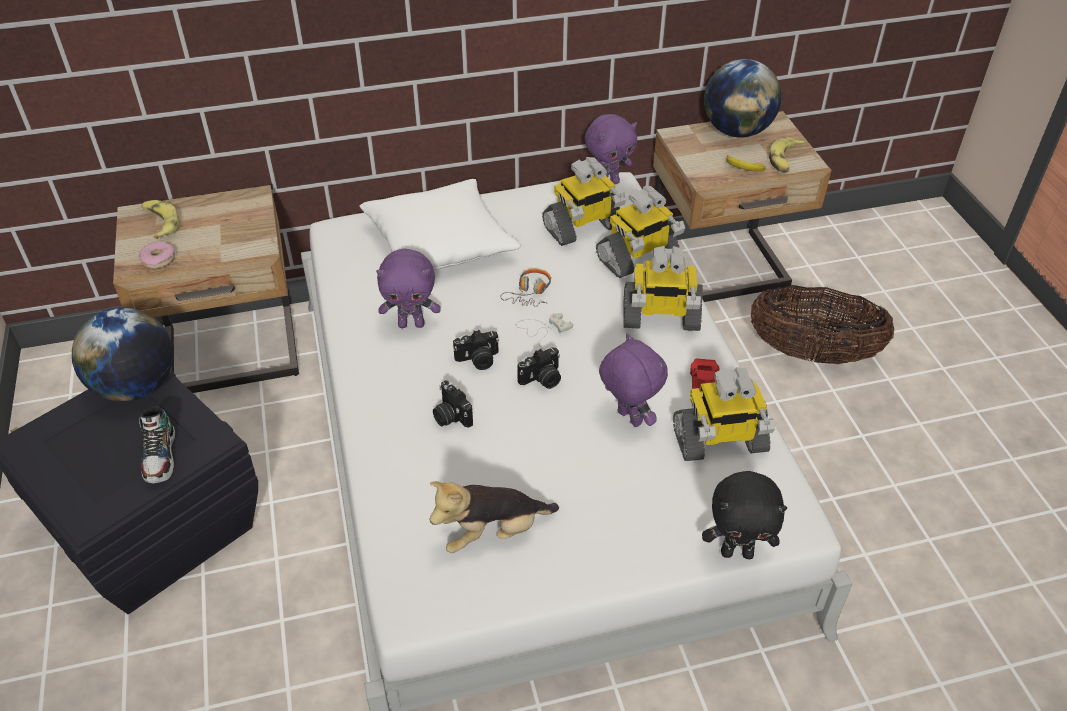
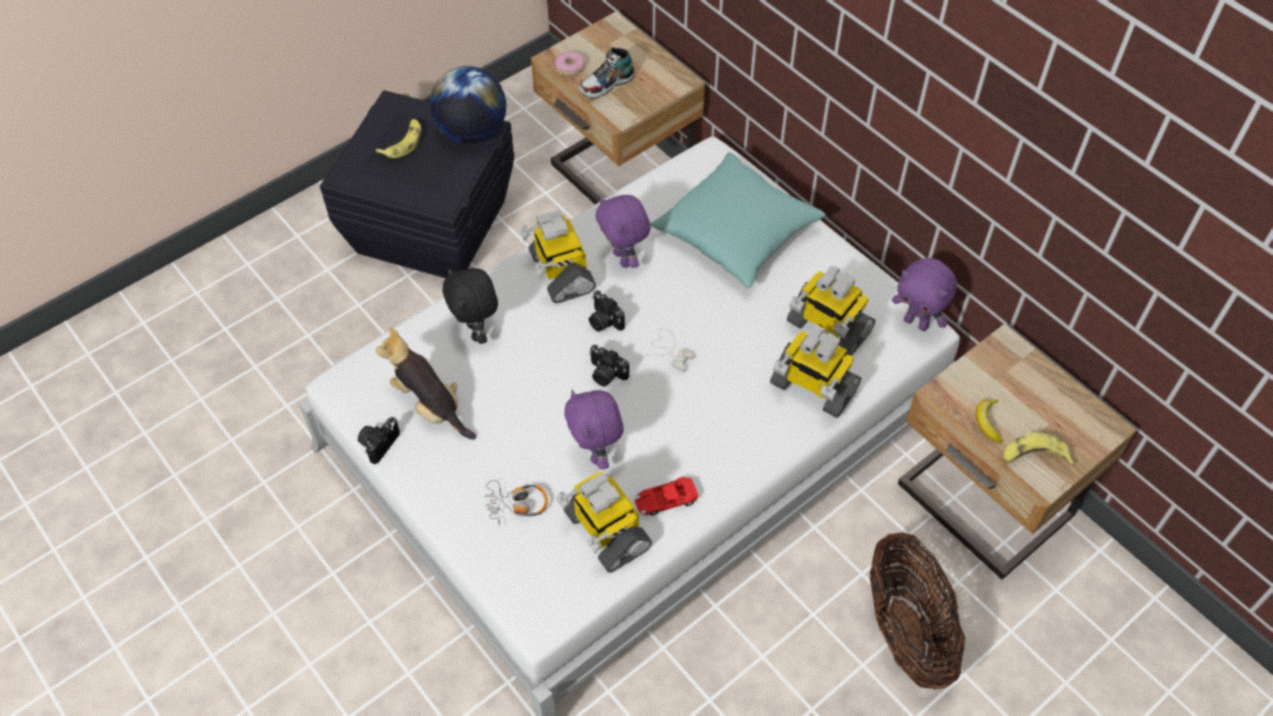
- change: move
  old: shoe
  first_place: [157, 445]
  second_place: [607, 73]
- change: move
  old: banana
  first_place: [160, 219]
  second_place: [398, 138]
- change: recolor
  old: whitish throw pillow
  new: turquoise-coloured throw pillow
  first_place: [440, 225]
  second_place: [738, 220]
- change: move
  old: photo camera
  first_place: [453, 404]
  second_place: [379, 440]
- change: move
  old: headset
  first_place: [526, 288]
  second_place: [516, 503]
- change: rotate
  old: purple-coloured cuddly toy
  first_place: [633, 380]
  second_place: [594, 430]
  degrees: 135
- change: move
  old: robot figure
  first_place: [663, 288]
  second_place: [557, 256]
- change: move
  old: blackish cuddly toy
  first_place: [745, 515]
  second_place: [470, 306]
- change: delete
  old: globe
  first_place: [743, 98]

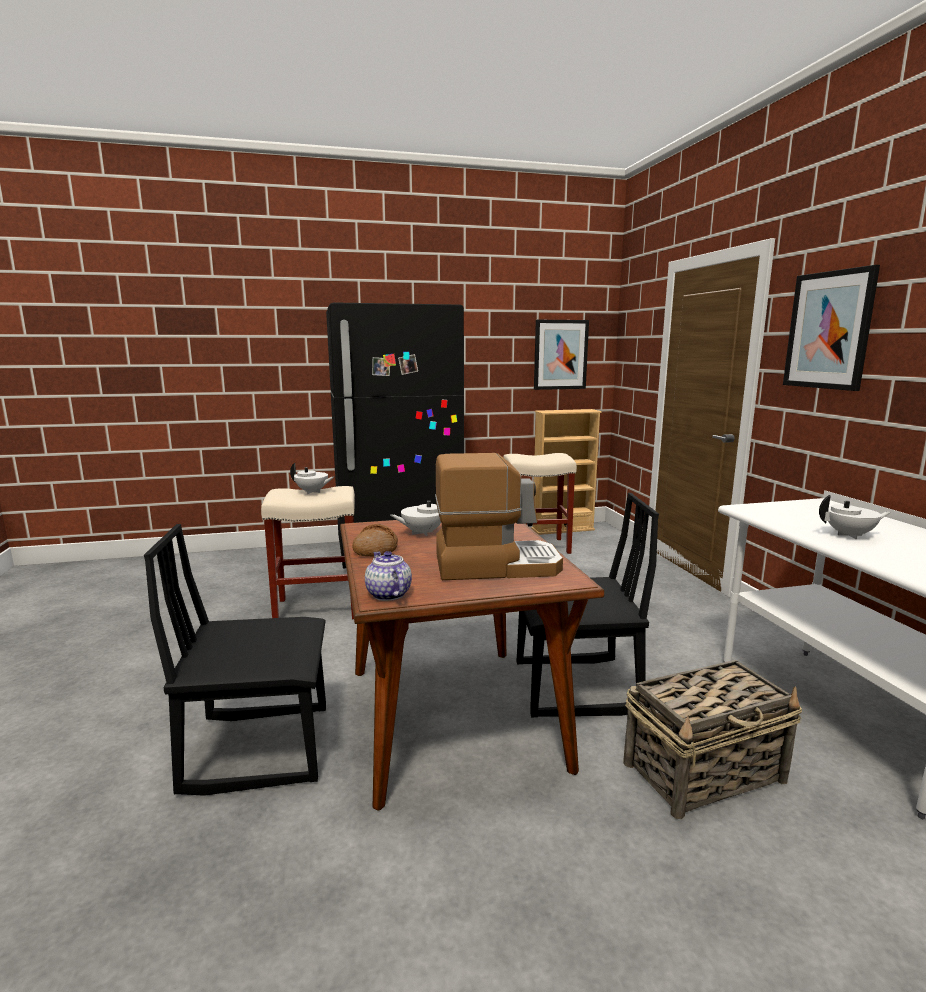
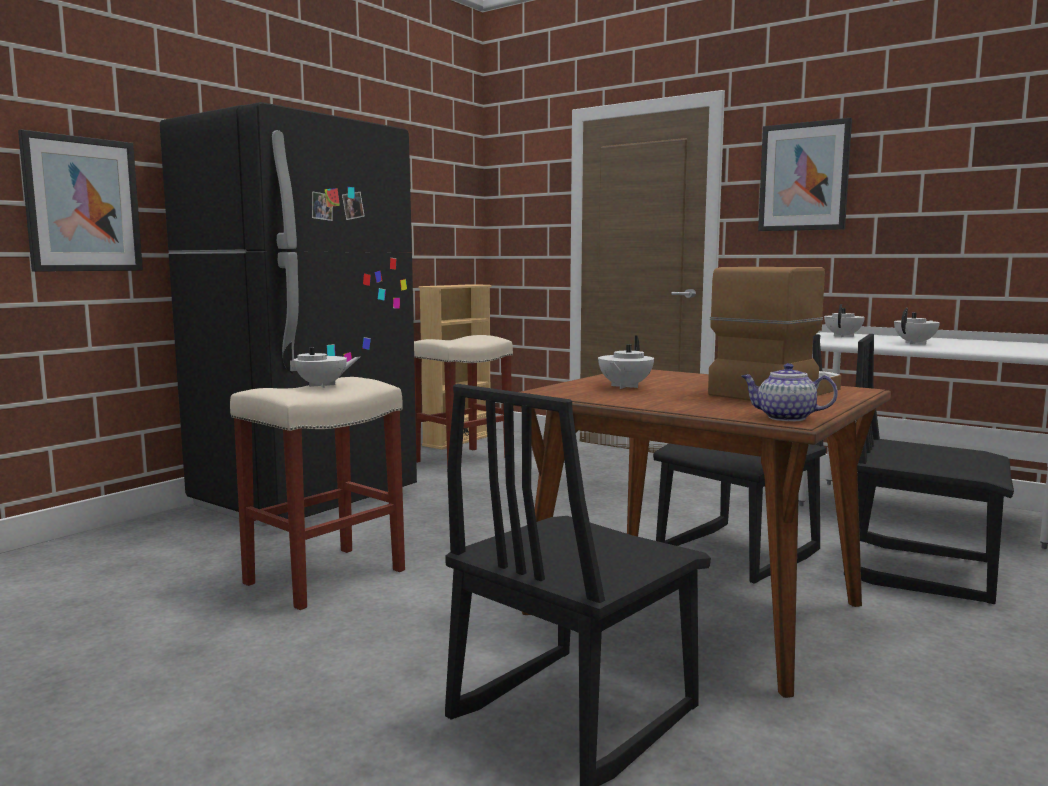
- change: delete
  old: bread
  first_place: [375, 540]
- change: move
  old: wall art
  first_place: [561, 355]
  second_place: [80, 200]
- change: replace
  old: household basket
  new: blackish plain chair
  first_place: [712, 739]
  second_place: [929, 469]
- change: insert
  new: whitish tea pot
  second_place: [844, 320]

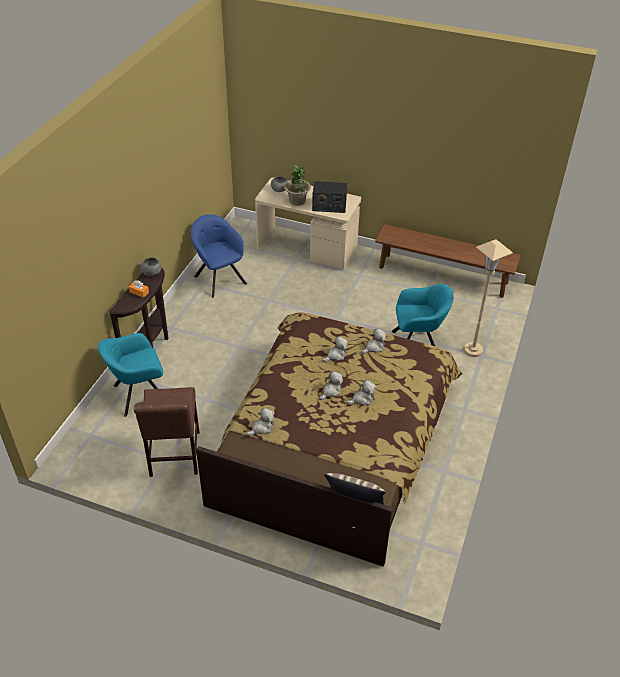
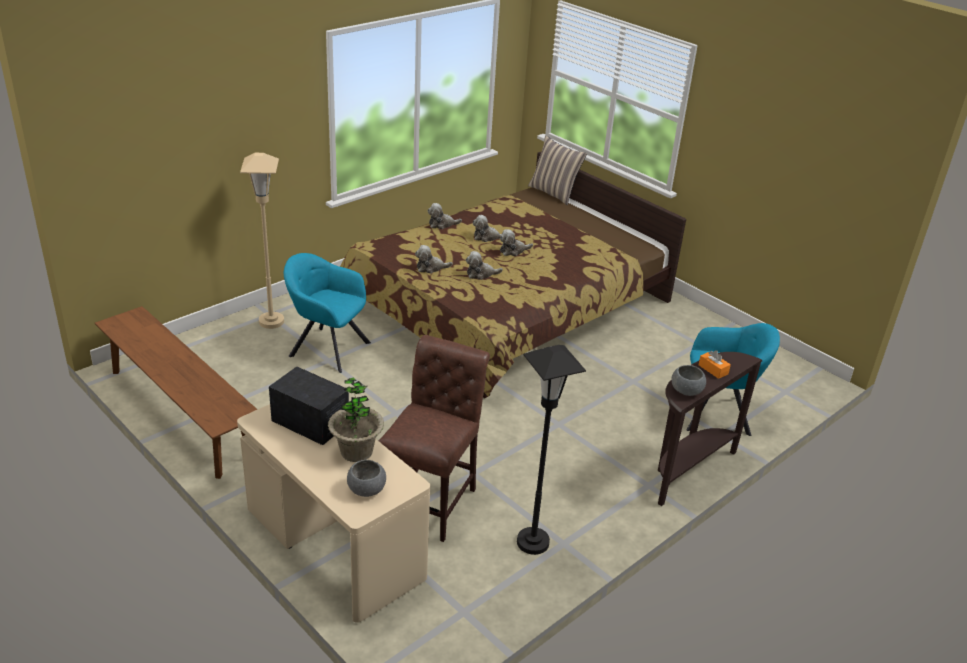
- change: move
  old: brown plain chair
  first_place: [166, 432]
  second_place: [434, 438]
- change: replace
  old: blue-coloured lounge chair
  new: blackish standard lamp
  first_place: [218, 256]
  second_place: [551, 450]
- change: move
  old: cuddly toy
  first_place: [260, 421]
  second_place: [445, 216]

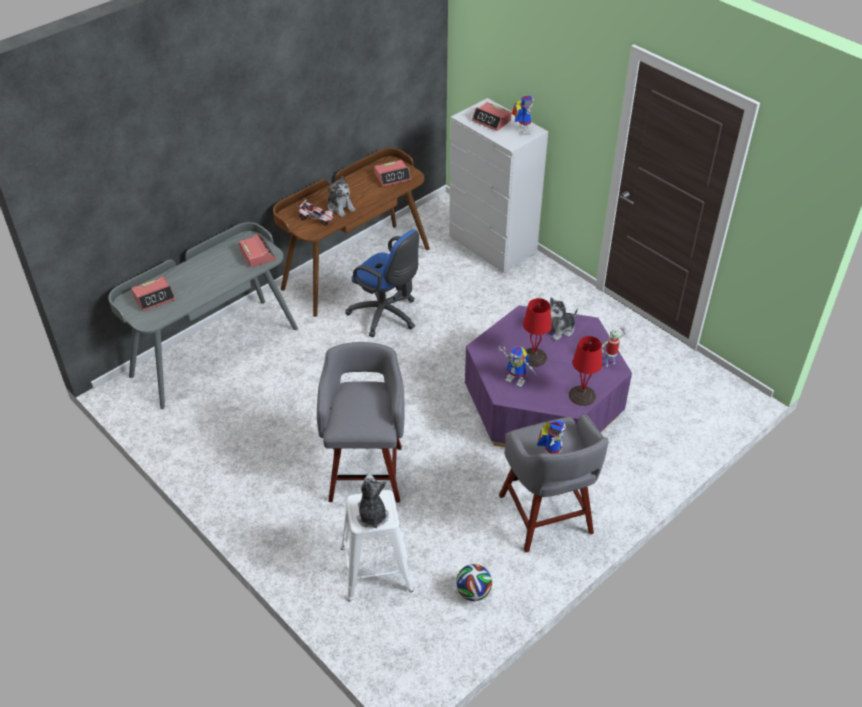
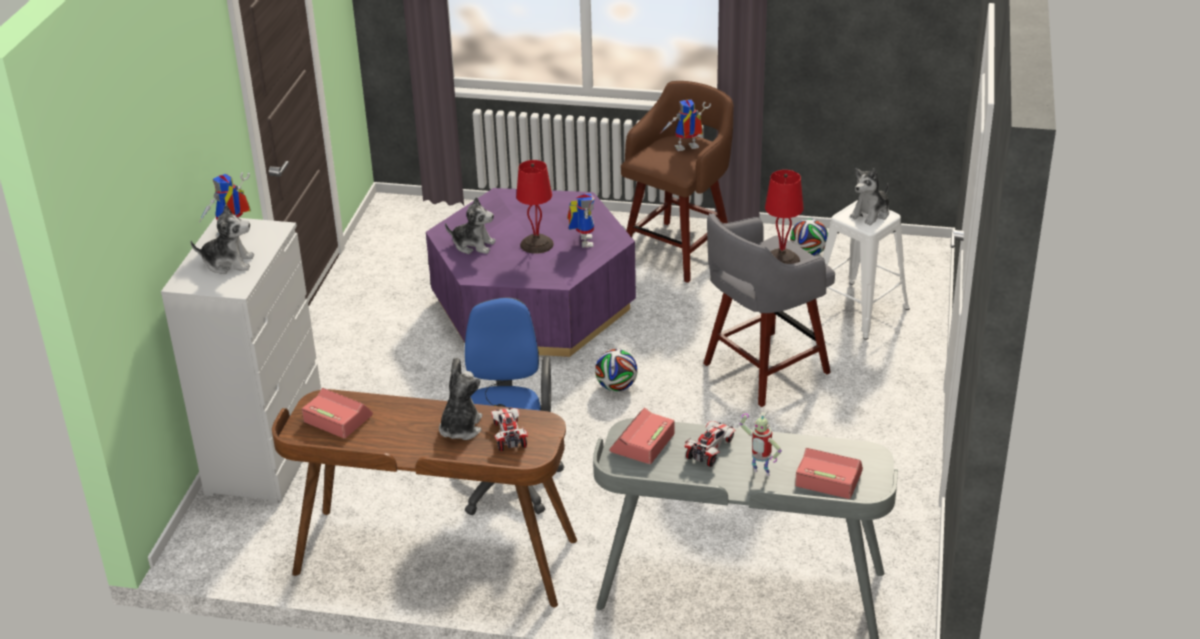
- change: replace
  old: bedside clock
  new: cuddly toy
  first_place: [492, 116]
  second_place: [222, 239]
- change: recolor
  old: gray sitting stool
  new: brown sitting stool
  first_place: [553, 483]
  second_place: [677, 182]
- change: move
  old: red-coloured table lamp
  first_place: [585, 371]
  second_place: [784, 217]
- change: move
  old: robot figure
  first_place: [614, 346]
  second_place: [761, 444]
- change: insert
  new: football ball
  second_place: [616, 370]
- change: insert
  new: toy car
  second_place: [710, 444]

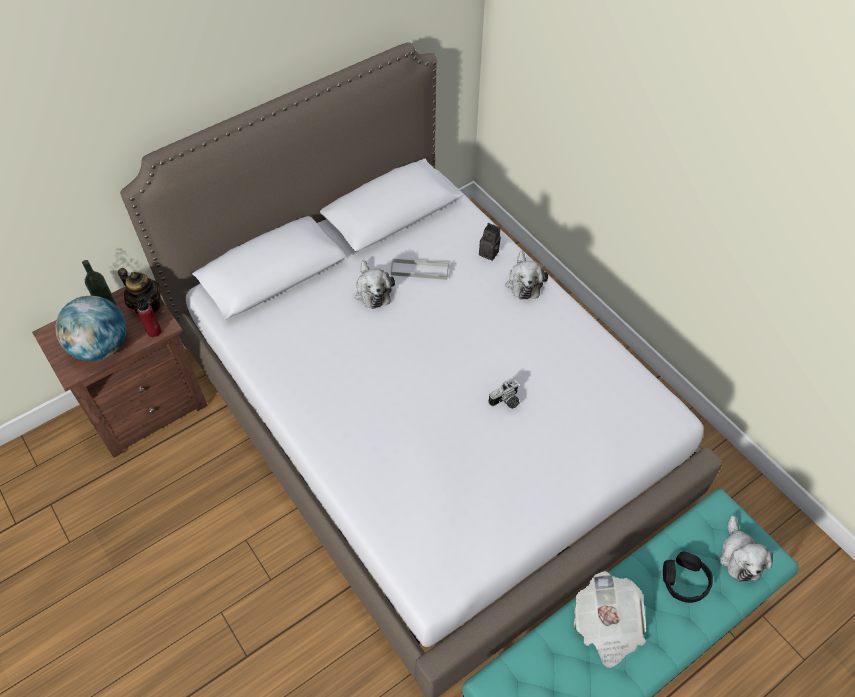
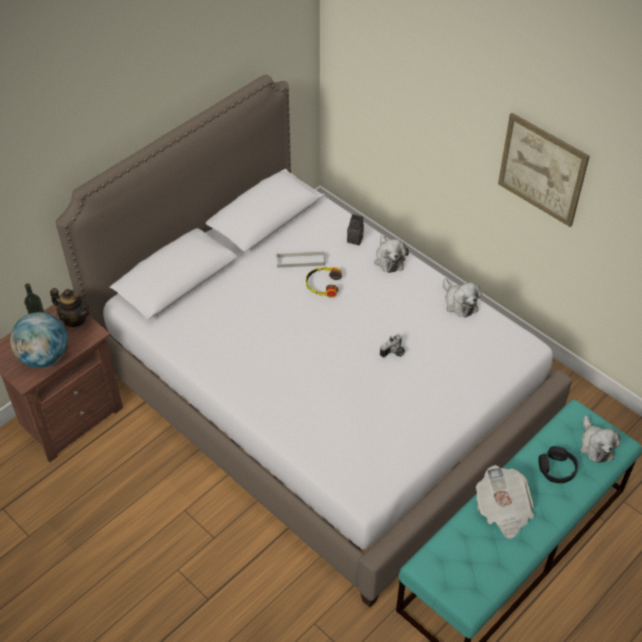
- change: delete
  old: red-coloured bottle
  first_place: [149, 315]
- change: move
  old: cuddly toy
  first_place: [375, 284]
  second_place: [462, 298]
- change: insert
  new: headset
  second_place: [324, 282]
- change: insert
  new: wall art
  second_place: [544, 170]

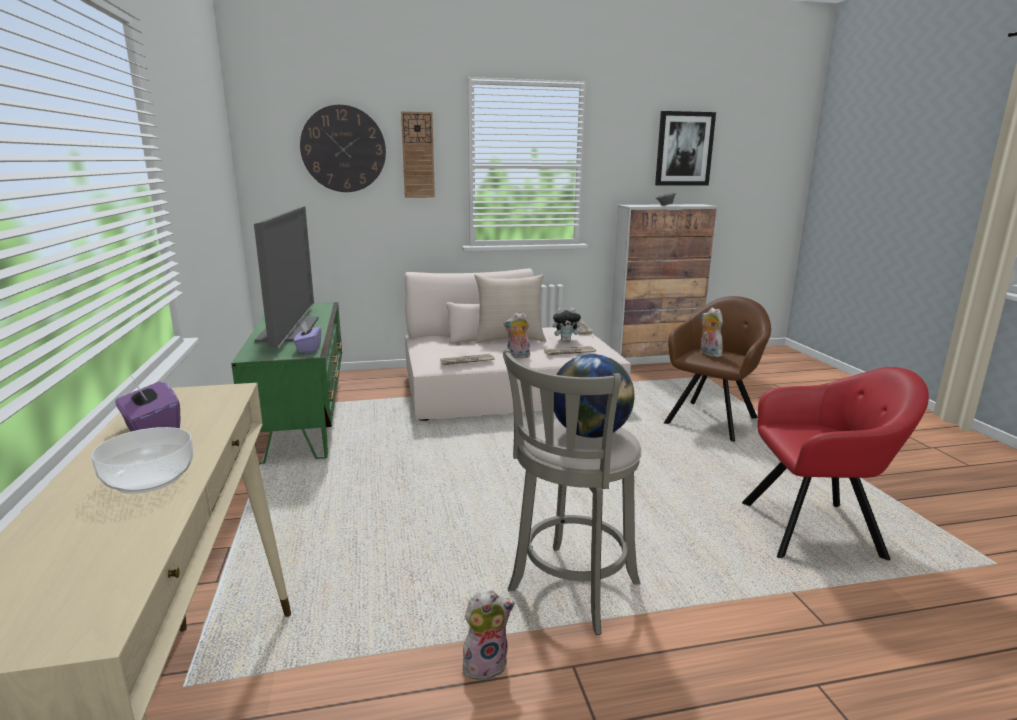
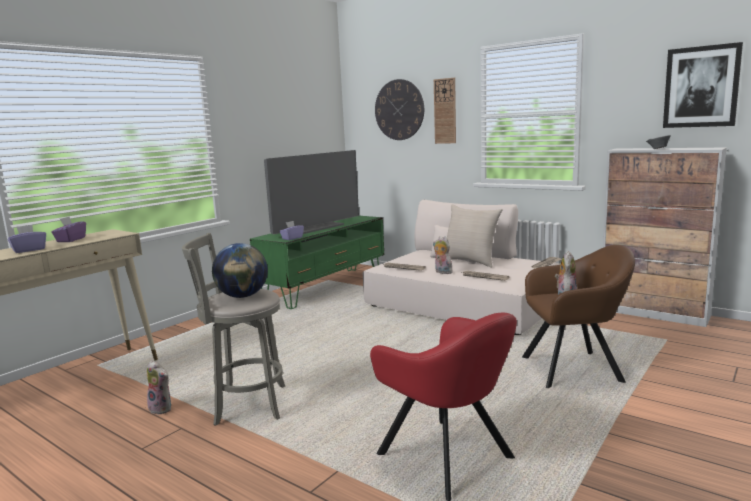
- change: replace
  old: deep dish
  new: purple-coloured tissue box
  first_place: [142, 460]
  second_place: [27, 239]
- change: delete
  old: cuddly toy
  first_place: [567, 325]

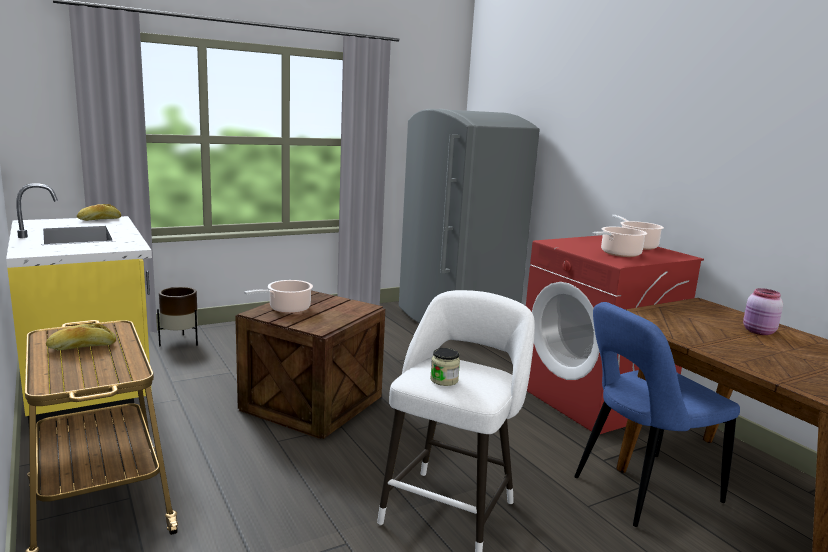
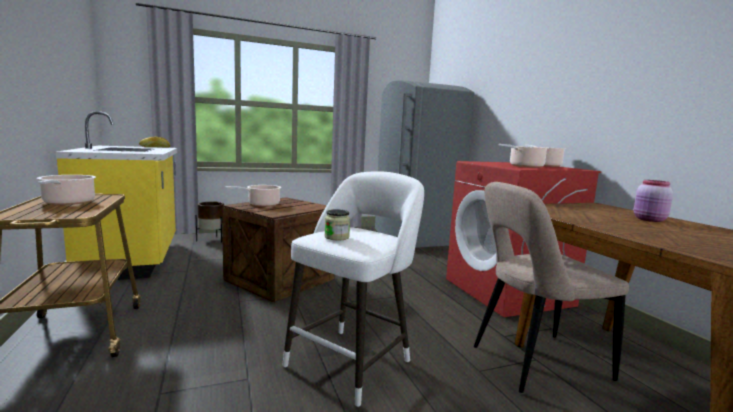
- change: replace
  old: bread
  new: stockpot
  first_place: [81, 337]
  second_place: [66, 190]
- change: recolor
  old: blue-coloured plain chair
  new: beige plain chair
  first_place: [657, 414]
  second_place: [551, 287]

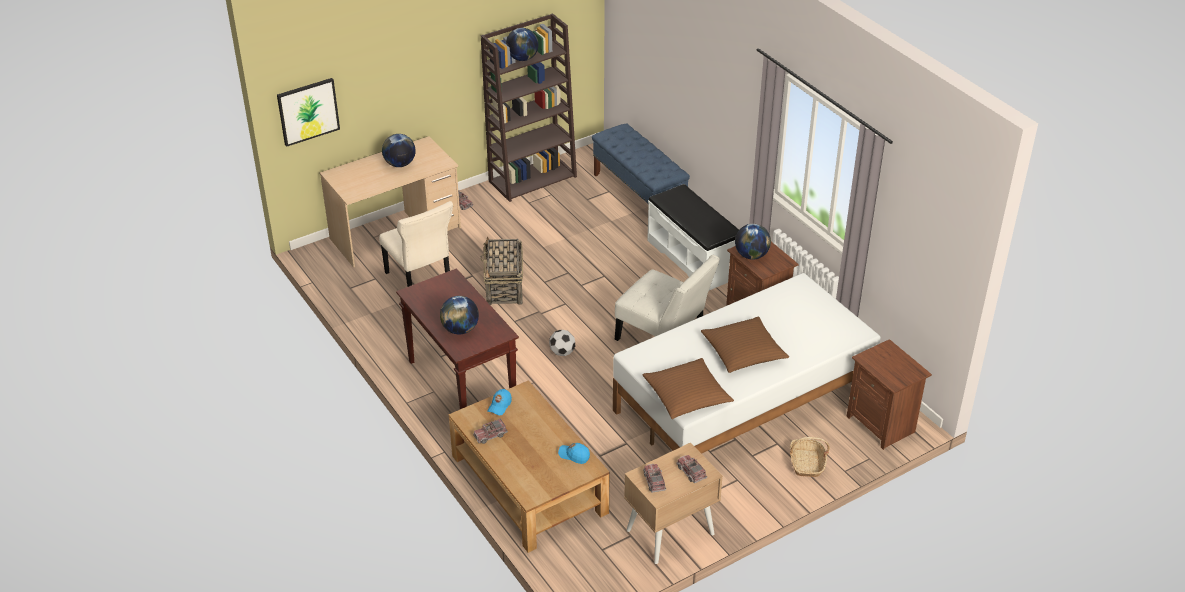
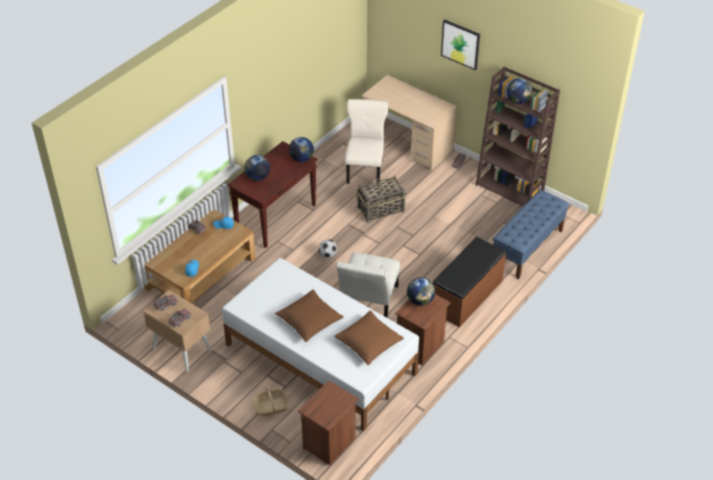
- change: move
  old: wall art
  first_place: [308, 112]
  second_place: [460, 45]
- change: rotate
  old: beige plain chair
  first_place: [416, 244]
  second_place: [366, 141]
  degrees: 150
- change: move
  old: globe
  first_place: [399, 150]
  second_place: [301, 149]
- change: move
  old: brown throw pillow
  first_place: [688, 388]
  second_place: [369, 337]
- change: recolor
  old: whitish long seat
  new: brown long seat
  first_place: [693, 237]
  second_place: [469, 282]

